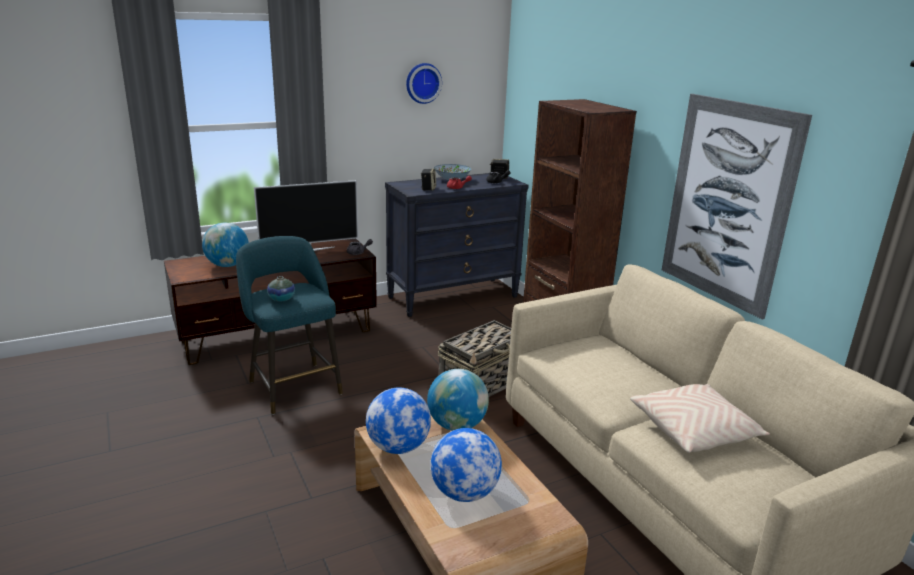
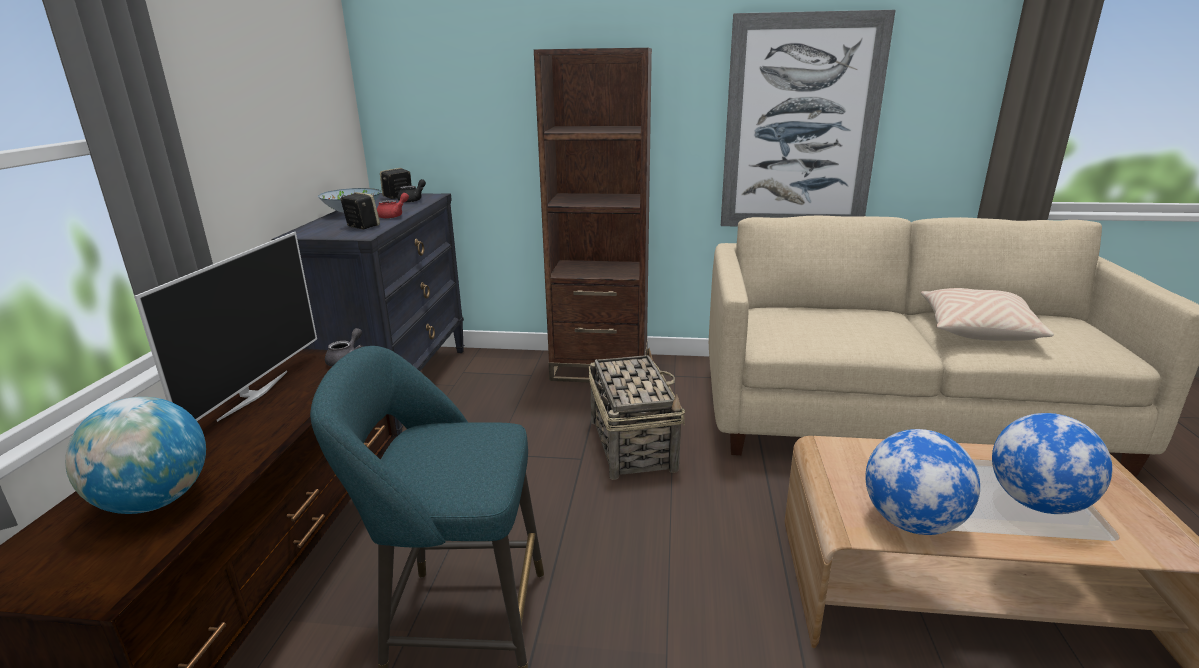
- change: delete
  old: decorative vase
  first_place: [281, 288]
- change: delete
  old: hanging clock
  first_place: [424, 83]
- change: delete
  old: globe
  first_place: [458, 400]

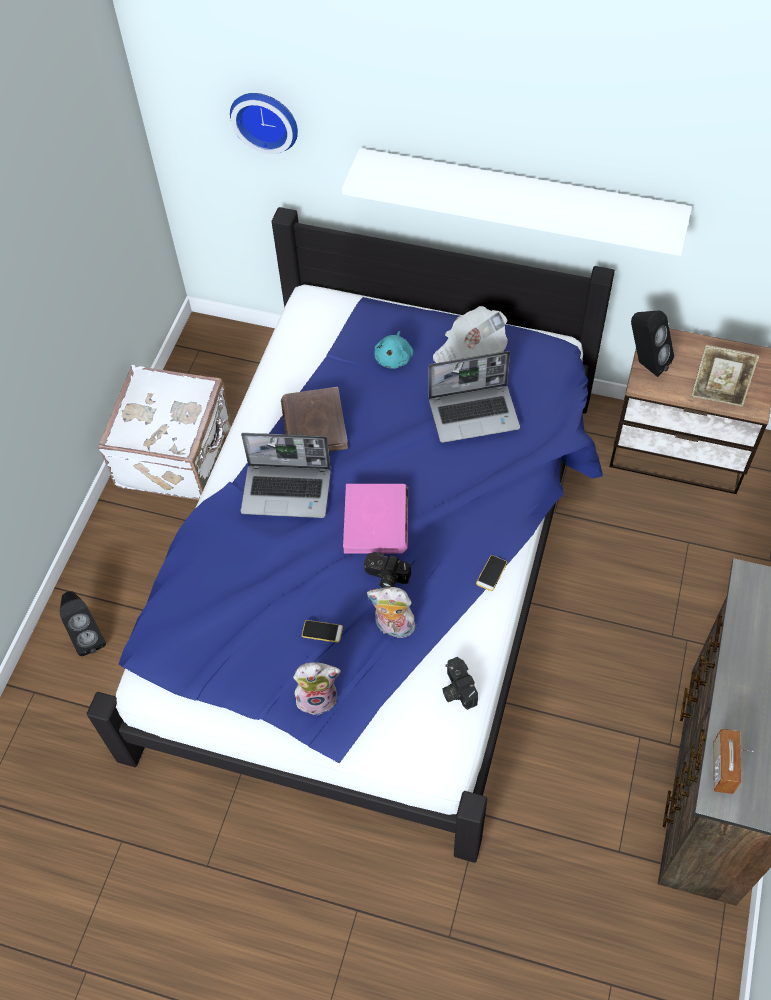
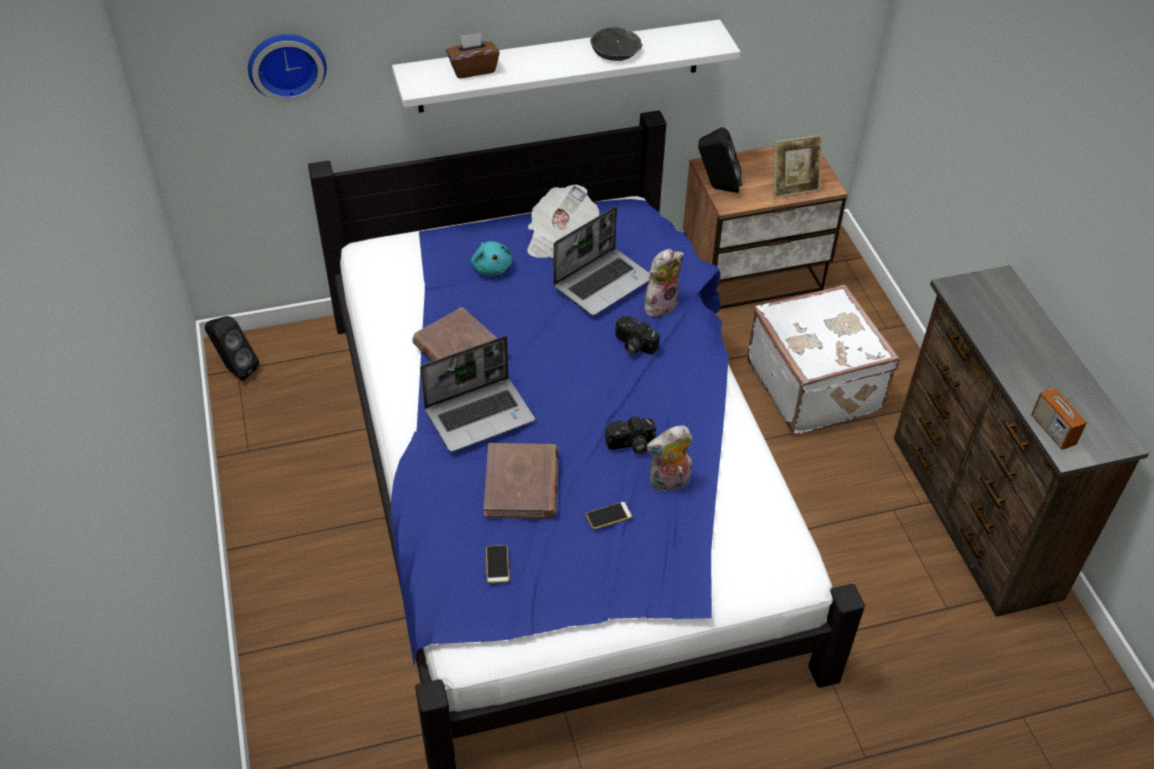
- change: move
  old: blackish audio speaker
  first_place: [83, 623]
  second_place: [232, 348]
- change: move
  old: whitish piece of luggage
  first_place: [164, 432]
  second_place: [823, 360]
- change: move
  old: cuddly toy
  first_place: [317, 689]
  second_place: [664, 283]
- change: delete
  old: pink bound book
  first_place: [375, 519]
- change: move
  old: photo camera
  first_place: [460, 683]
  second_place: [637, 335]
- change: move
  old: handset
  first_place: [491, 573]
  second_place: [497, 564]
- change: insert
  new: brown tissue box
  second_place: [473, 55]
- change: insert
  new: brown bound book
  second_place: [521, 481]
- change: insert
  new: gray deep dish
  second_place: [616, 44]

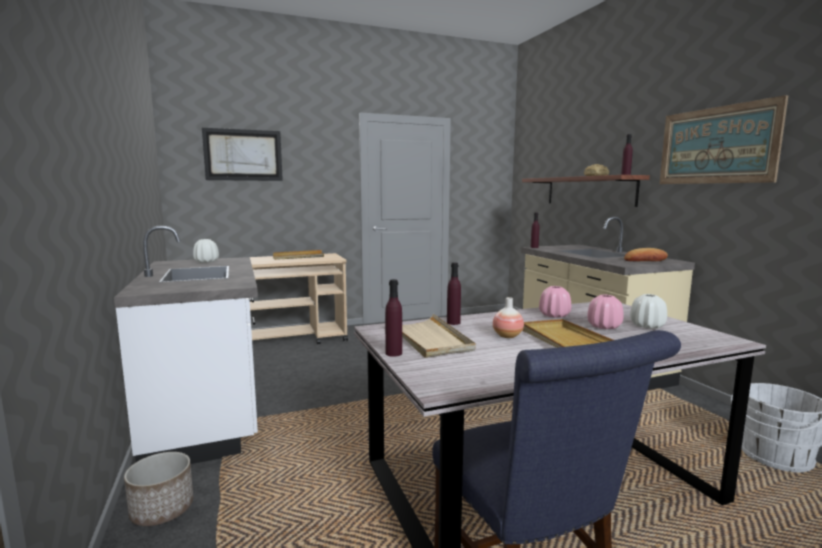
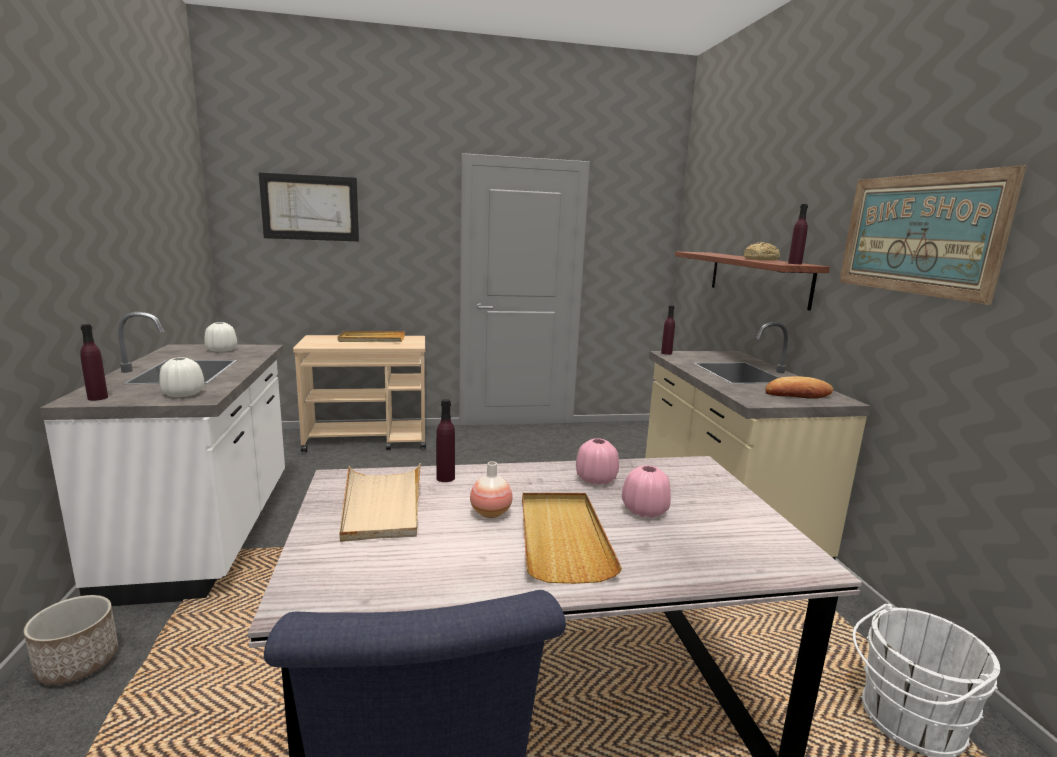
- change: move
  old: purple-coloured bottle
  first_place: [393, 318]
  second_place: [94, 362]
- change: move
  old: whitish decorative vase
  first_place: [648, 311]
  second_place: [181, 377]

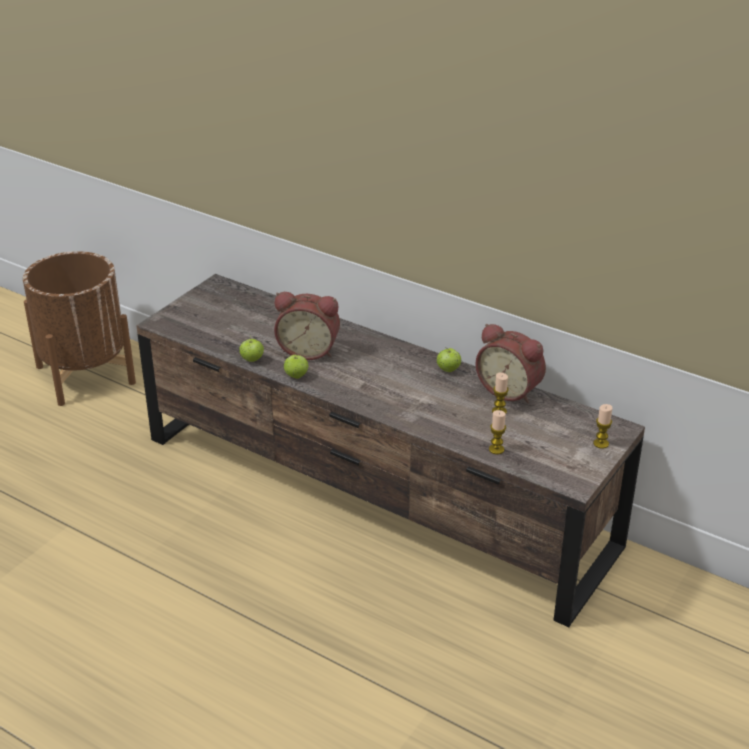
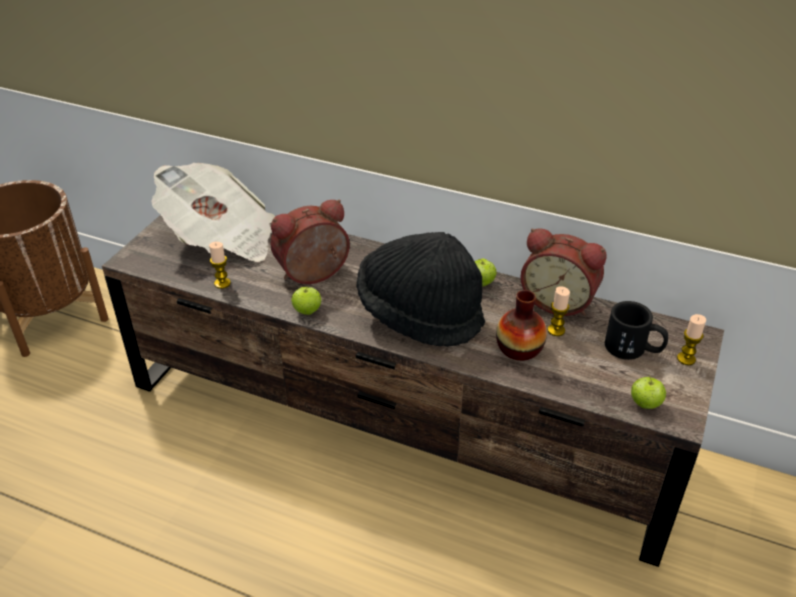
- change: move
  old: whole apple
  first_place: [251, 348]
  second_place: [648, 391]
- change: rotate
  old: bedside clock
  first_place: [307, 326]
  second_place: [310, 241]
  degrees: 150
- change: move
  old: wax light
  first_place: [497, 432]
  second_place: [220, 265]
- change: insert
  new: newspaper
  second_place: [213, 212]
- change: insert
  new: blackish wearable hat
  second_place: [420, 289]
- change: insert
  new: decorative vase
  second_place: [521, 325]
- change: insert
  new: blackish mug
  second_place: [636, 330]

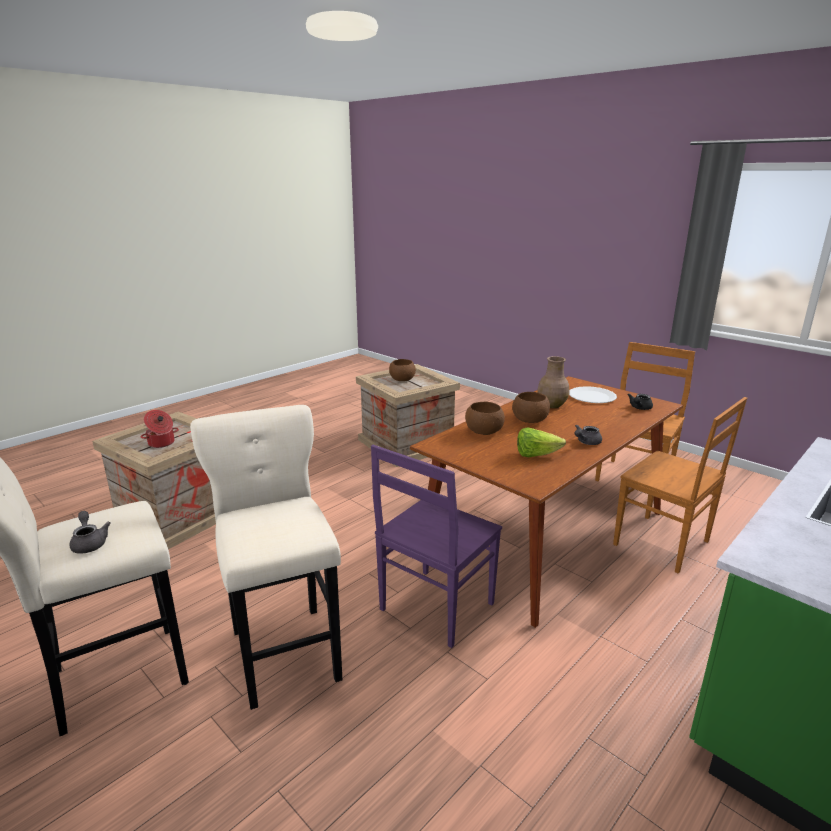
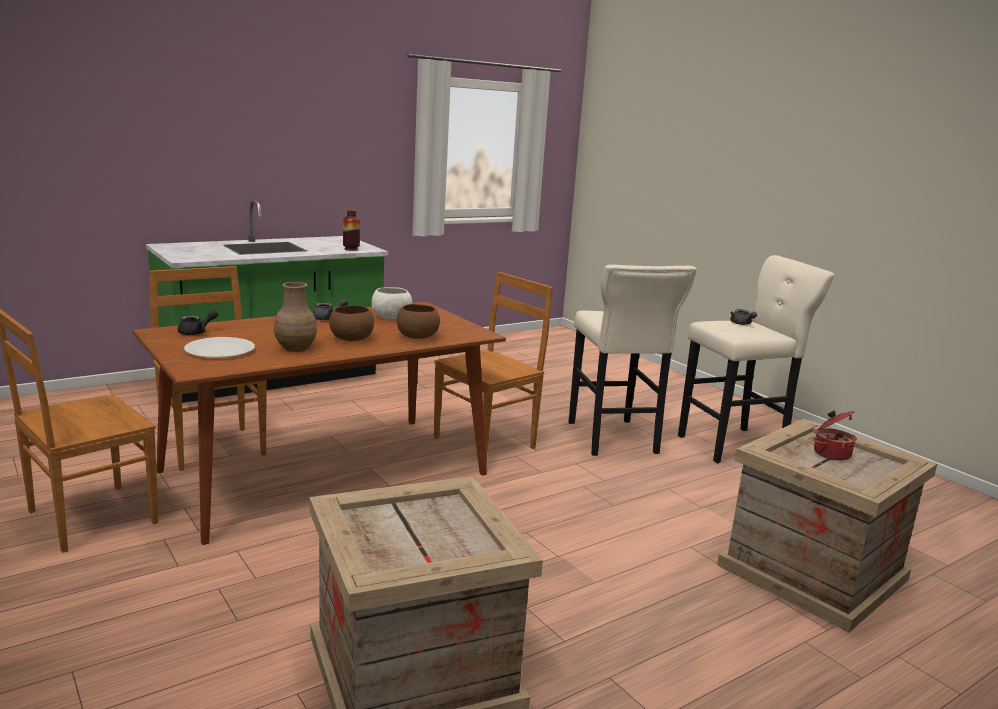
- change: recolor
  old: purple-coloured plain chair
  new: brown plain chair
  first_place: [436, 546]
  second_place: [493, 368]
- change: delete
  old: brown deep dish
  first_place: [402, 370]
- change: replace
  old: head of lettuce
  new: whitish deep dish
  first_place: [541, 442]
  second_place: [392, 303]
- change: insert
  new: decorative vase
  second_place: [351, 230]

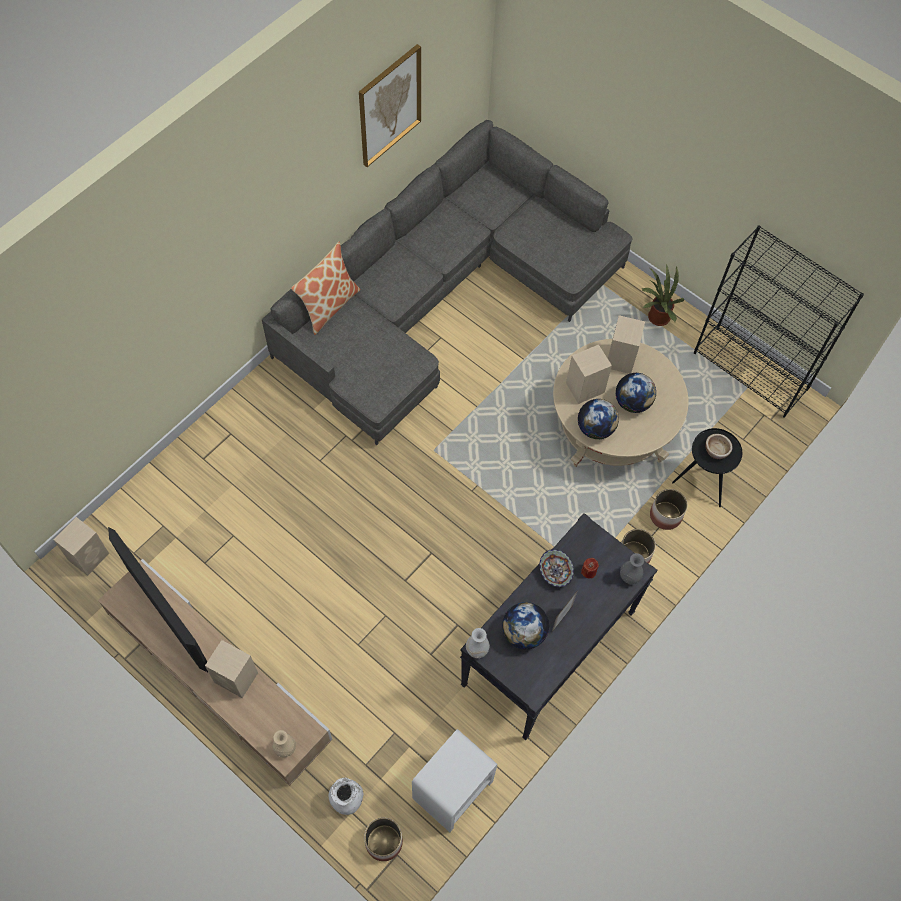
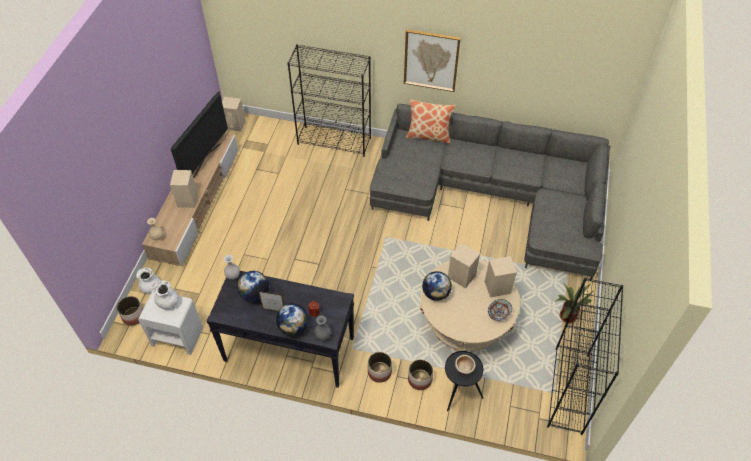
- change: move
  old: wall art
  first_place: [390, 105]
  second_place: [432, 61]
- change: move
  old: deep dish
  first_place: [556, 568]
  second_place: [500, 310]
- change: move
  old: globe
  first_place: [636, 393]
  second_place: [292, 319]
- change: insert
  new: whitish decorative vase
  second_place: [165, 294]
- change: insert
  new: blackish bookcase
  second_place: [329, 100]

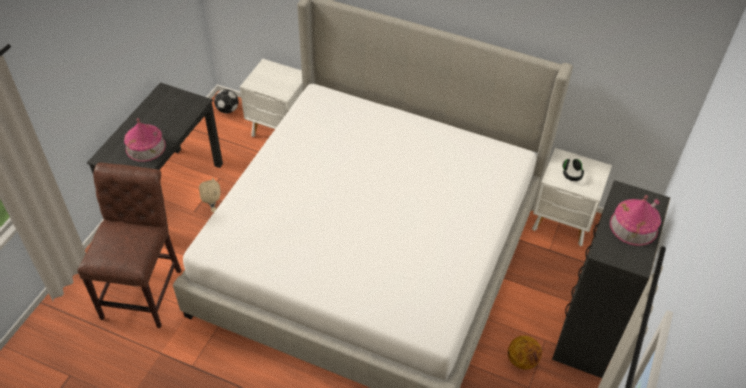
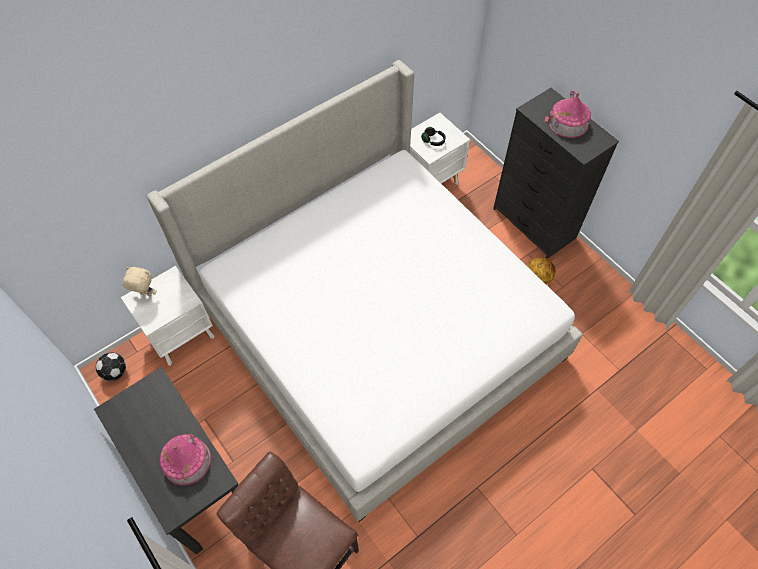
- change: move
  old: beige cuddly toy
  first_place: [210, 194]
  second_place: [140, 281]

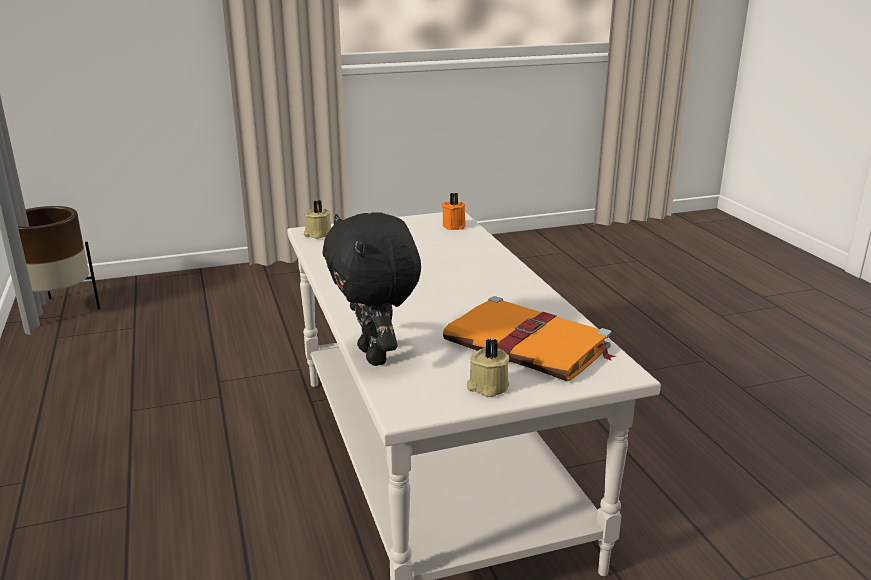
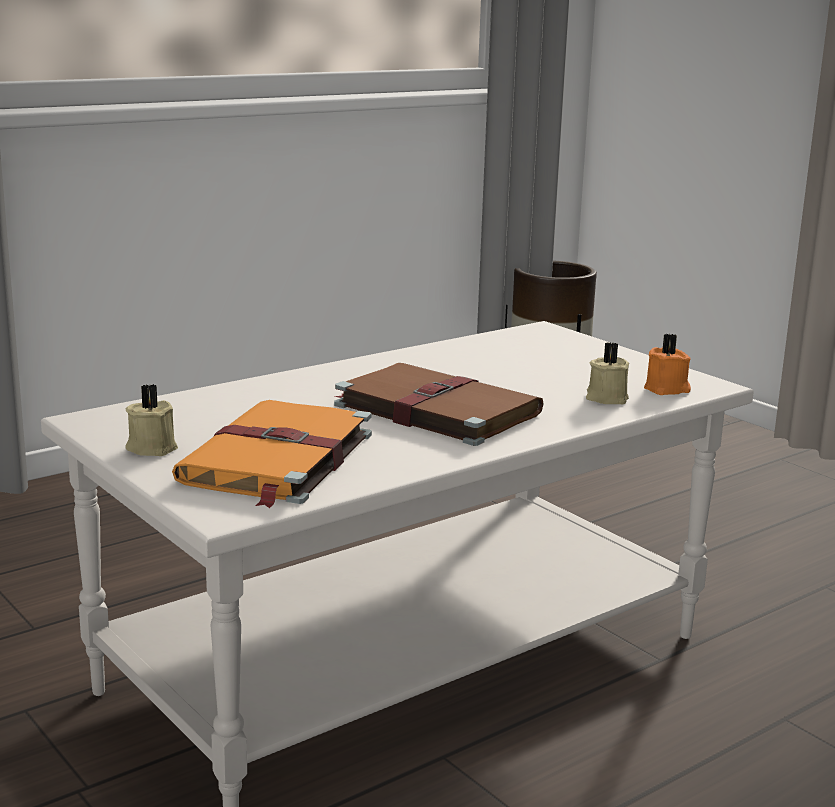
- change: move
  old: beige wax light
  first_place: [317, 219]
  second_place: [607, 373]
- change: delete
  old: blackish cuddly toy
  first_place: [372, 289]
- change: insert
  new: brown bound book
  second_place: [439, 404]

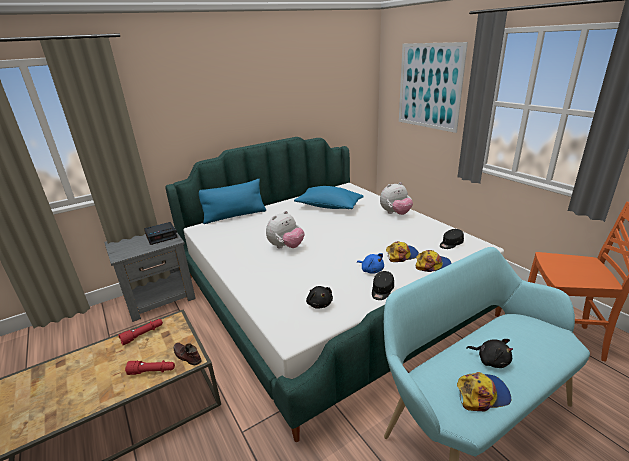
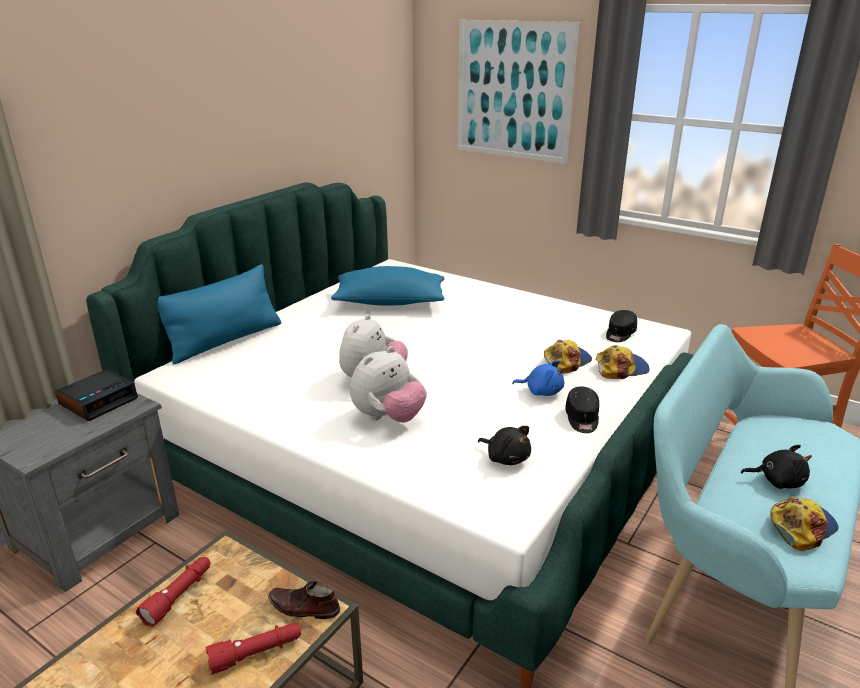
- change: move
  old: cuddly toy
  first_place: [396, 198]
  second_place: [388, 384]

